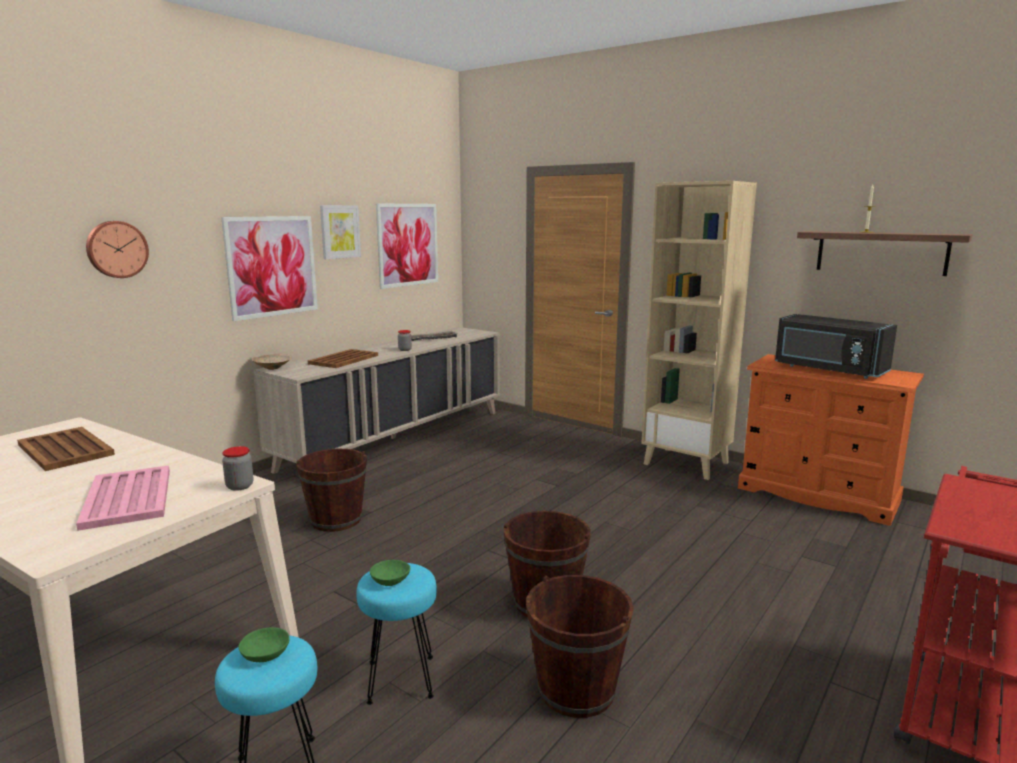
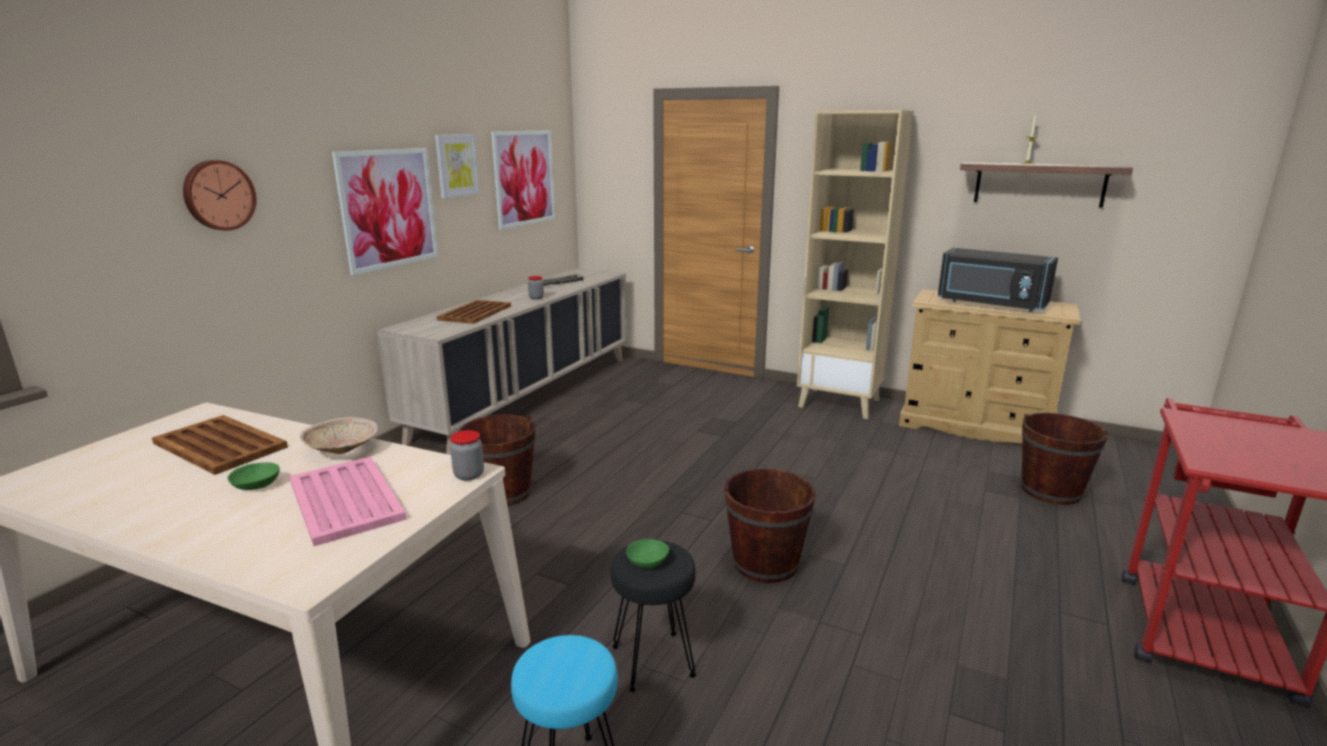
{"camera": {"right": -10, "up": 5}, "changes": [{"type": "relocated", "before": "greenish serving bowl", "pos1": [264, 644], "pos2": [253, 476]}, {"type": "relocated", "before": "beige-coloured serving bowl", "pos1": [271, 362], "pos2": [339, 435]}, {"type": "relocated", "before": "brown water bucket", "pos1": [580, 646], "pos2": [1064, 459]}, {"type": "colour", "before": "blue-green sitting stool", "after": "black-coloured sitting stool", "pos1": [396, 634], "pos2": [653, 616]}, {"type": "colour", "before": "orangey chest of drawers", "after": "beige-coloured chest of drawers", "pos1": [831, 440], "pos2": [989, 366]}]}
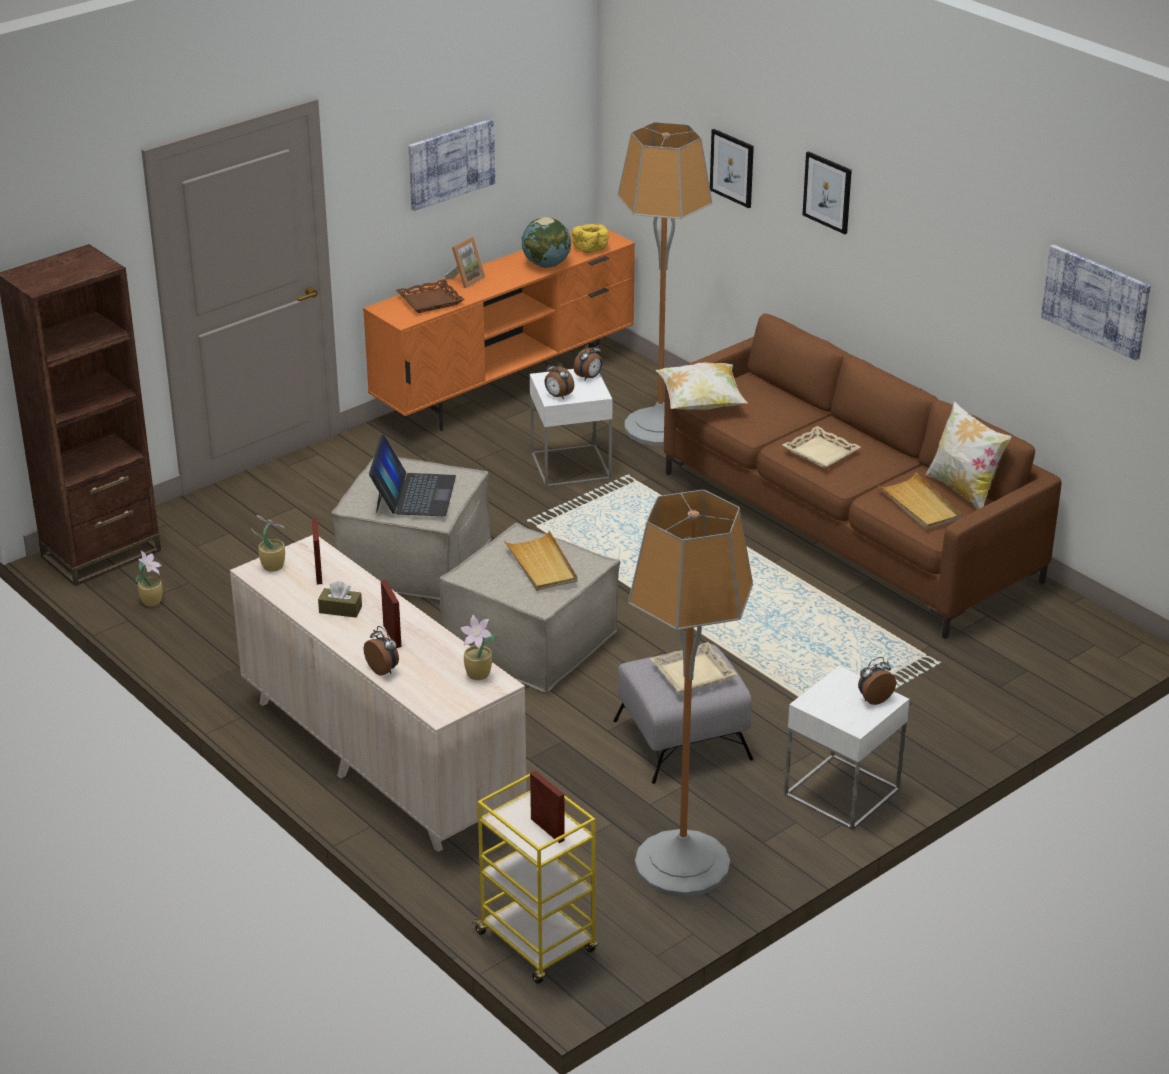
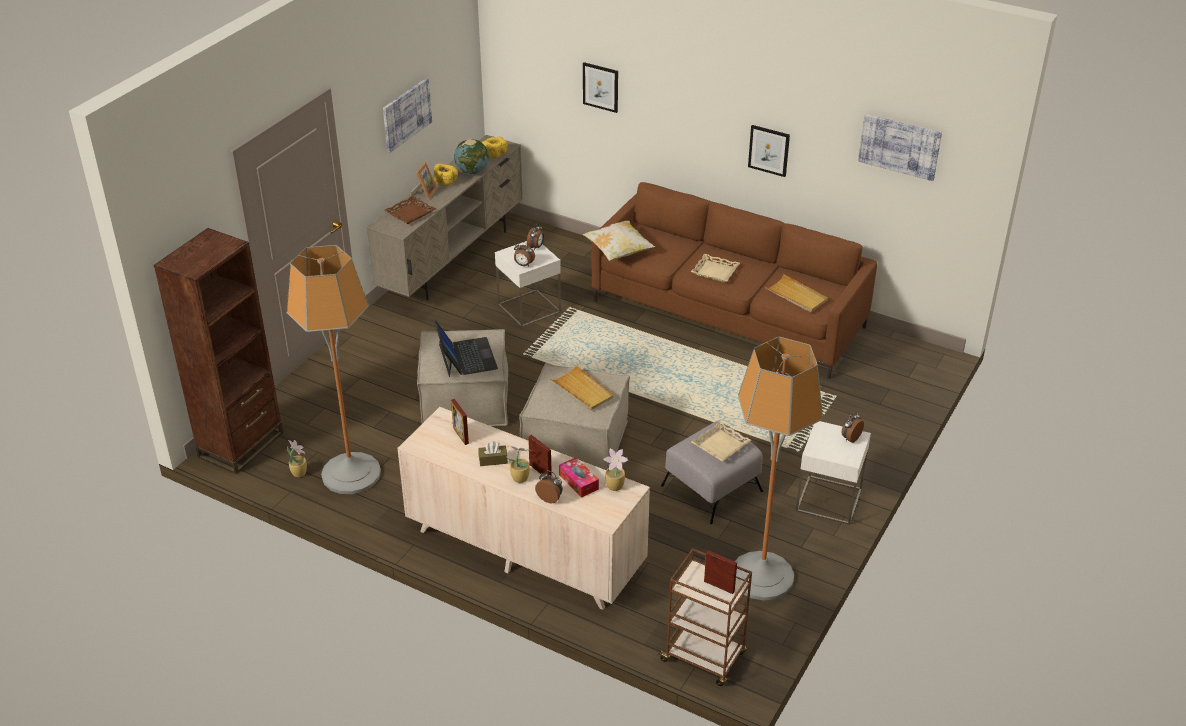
{"camera": {"right": -20, "up": 5}, "changes": [{"type": "missing", "before": "throw pillow", "pos1": [968, 455]}, {"type": "appeared", "after": "yellowish serving bowl", "pos2": [446, 175]}, {"type": "appeared", "after": "tissue box", "pos2": [579, 477]}, {"type": "relocated", "before": "potted plant", "pos1": [268, 543], "pos2": [518, 464]}, {"type": "relocated", "before": "floor lamp", "pos1": [664, 284], "pos2": [334, 369]}, {"type": "relocated", "before": "wall picture", "pos1": [827, 192], "pos2": [769, 151]}, {"type": "colour", "before": "orangey tv stand", "after": "beige-coloured tv stand", "pos1": [499, 327], "pos2": [445, 218]}, {"type": "colour", "before": "yellowish trolley", "after": "brown trolley", "pos1": [535, 879], "pos2": [704, 617]}]}
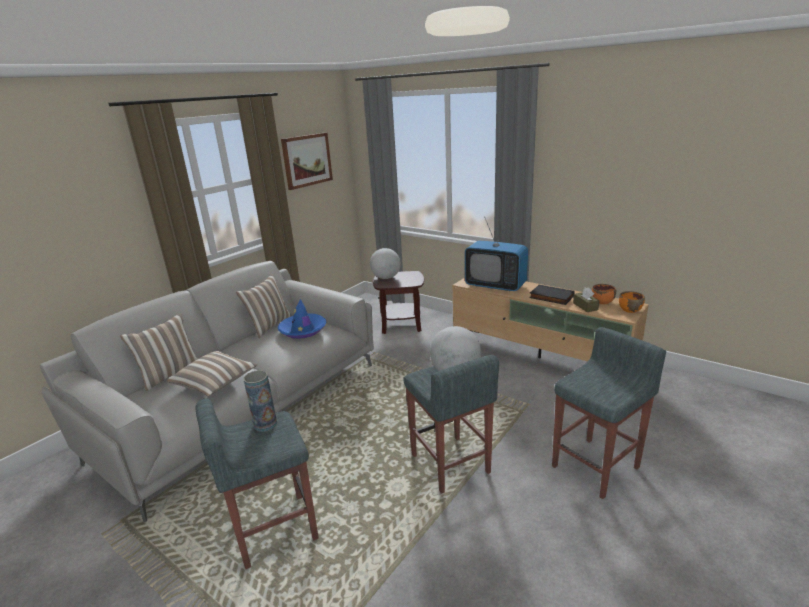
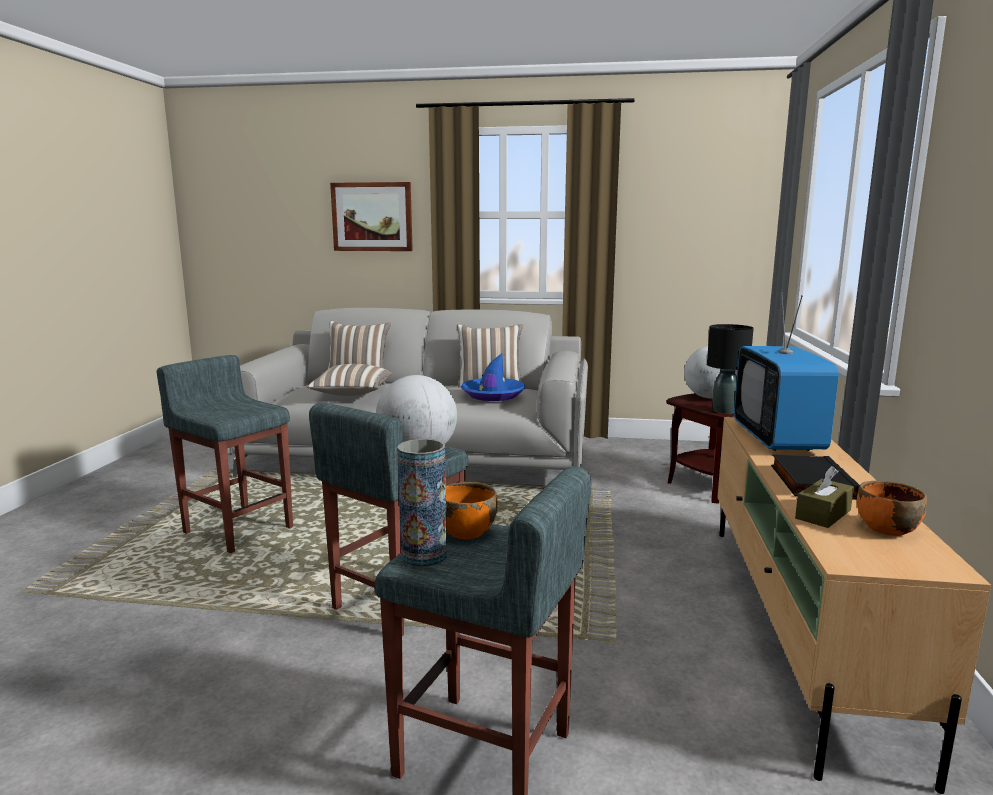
{"camera": {"right": 60, "up": -10}, "changes": [{"type": "appeared", "after": "black-coloured table lamp", "pos2": [730, 369]}, {"type": "relocated", "before": "vase", "pos1": [260, 401], "pos2": [422, 503]}, {"type": "relocated", "before": "wall picture", "pos1": [307, 161], "pos2": [371, 216]}, {"type": "relocated", "before": "orangey serving bowl", "pos1": [632, 302], "pos2": [471, 510]}]}
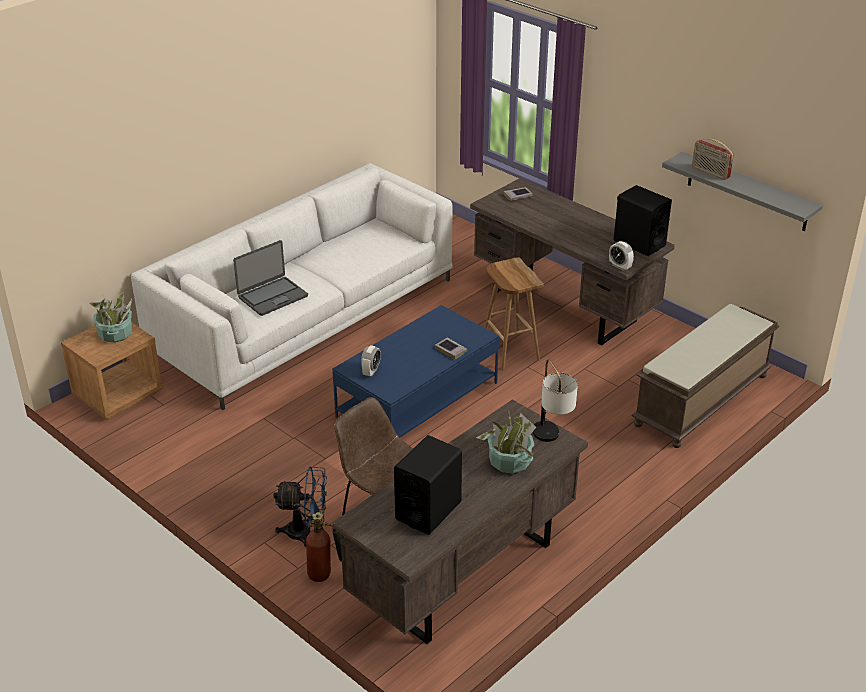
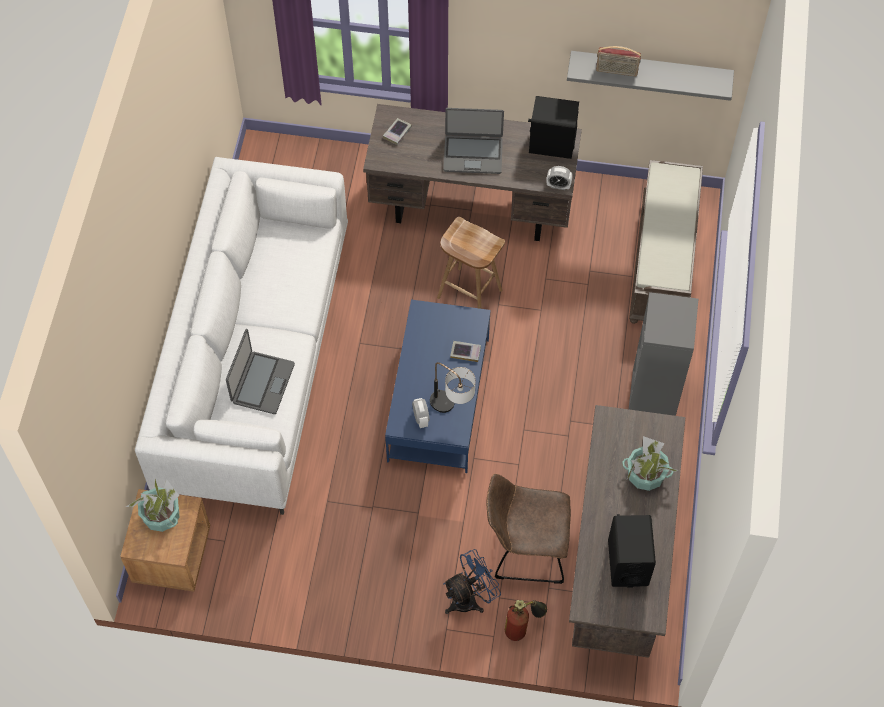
{"camera": {"right": -35, "up": 25}, "changes": [{"type": "appeared", "after": "laptop", "pos2": [473, 141]}, {"type": "appeared", "after": "grey shelving unit", "pos2": [663, 354]}, {"type": "relocated", "before": "table lamp", "pos1": [555, 400], "pos2": [453, 387]}]}
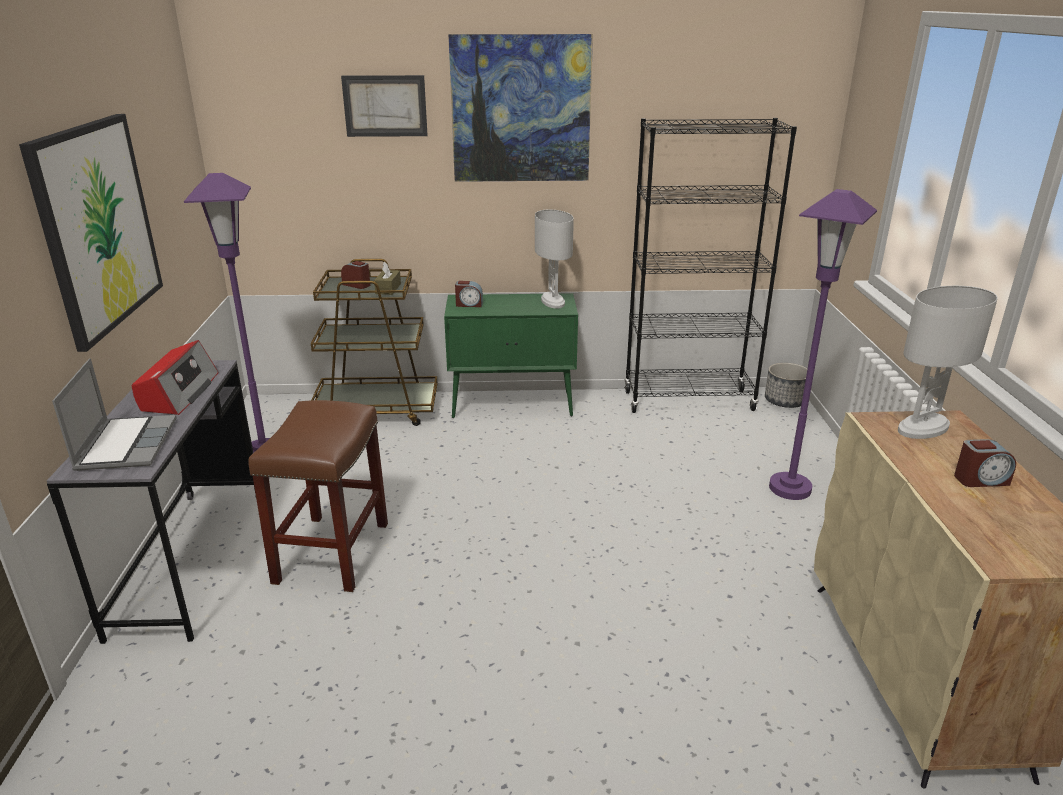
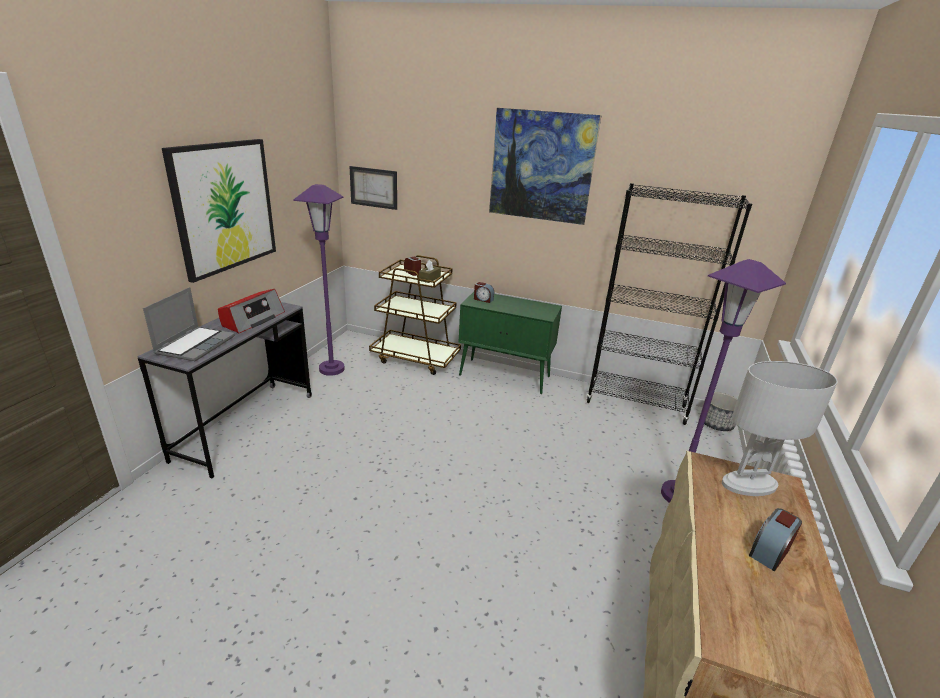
{"camera": {"right": 20, "up": 0}, "changes": [{"type": "missing", "before": "brown sitting stool", "pos1": [318, 496]}, {"type": "missing", "before": "whitish table lamp", "pos1": [554, 259]}, {"type": "relocated", "before": "wall picture", "pos1": [384, 106], "pos2": [373, 188]}, {"type": "spun", "before": "table clock", "pos1": [985, 463], "pos2": [775, 539], "turn": 120}]}
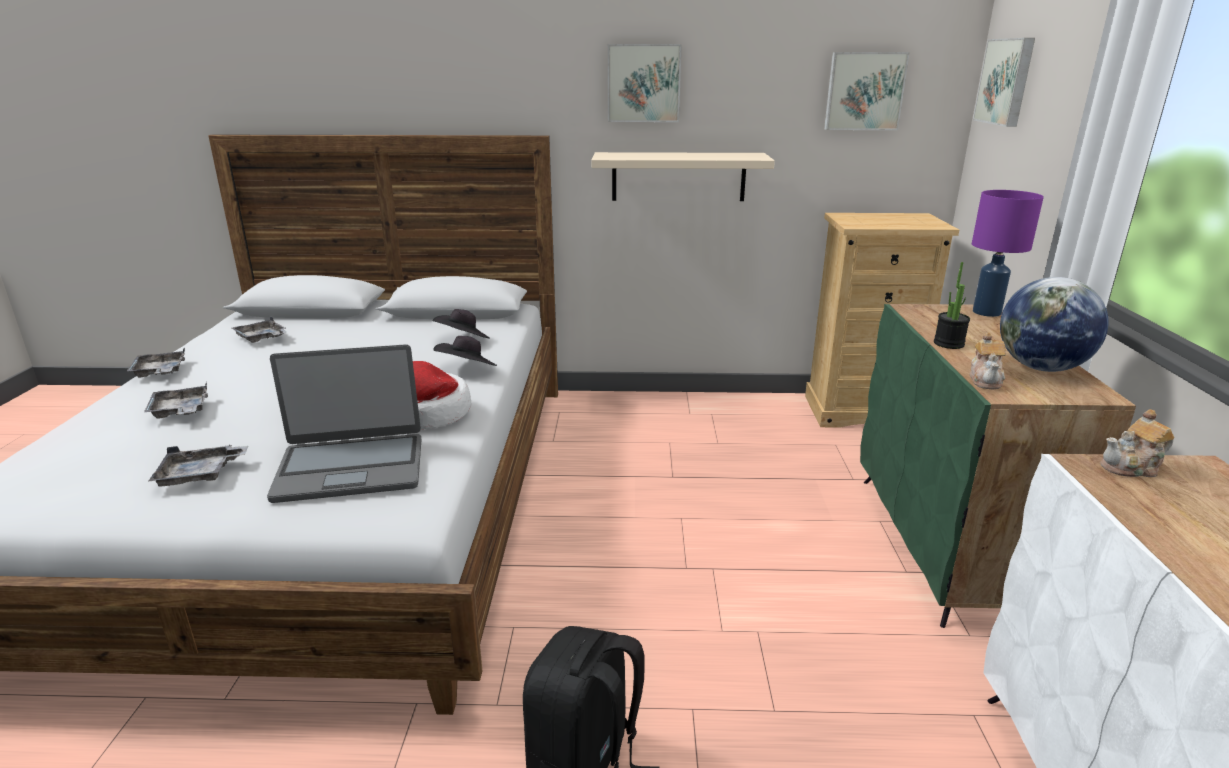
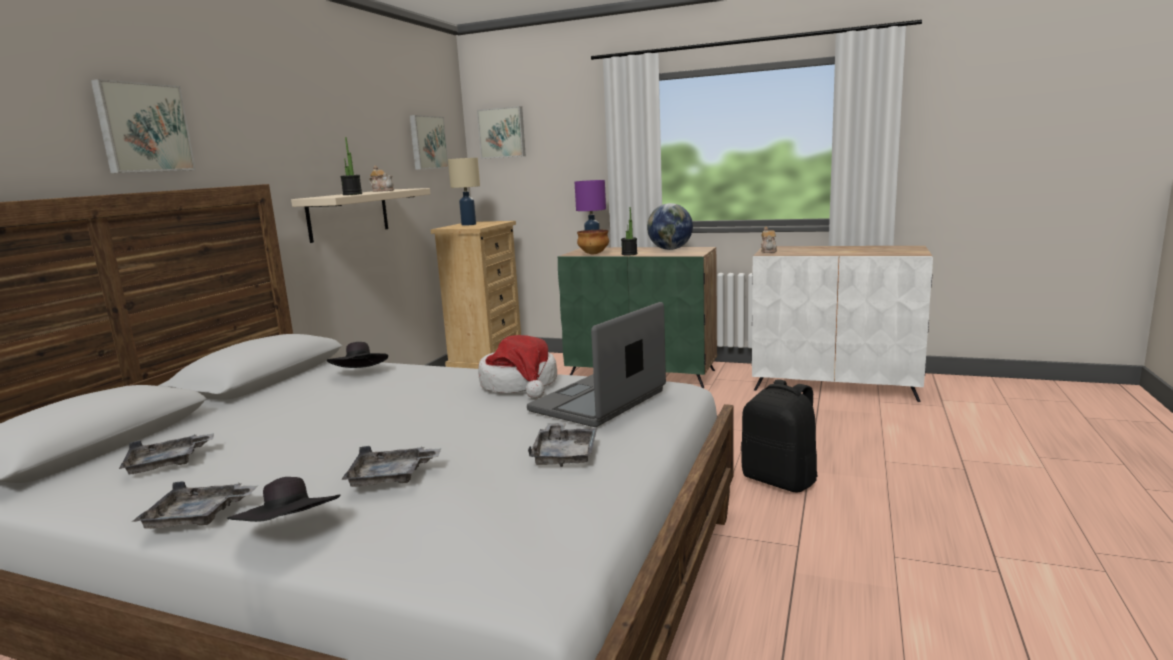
{"camera": {"right": -70, "up": -10}, "changes": [{"type": "appeared", "after": "potted plant", "pos2": [351, 166]}, {"type": "appeared", "after": "beige-coloured table lamp", "pos2": [464, 192]}, {"type": "appeared", "after": "serving bowl", "pos2": [593, 242]}, {"type": "relocated", "before": "black-coloured clothing hat", "pos1": [465, 351], "pos2": [284, 499]}, {"type": "relocated", "before": "wall picture", "pos1": [645, 83], "pos2": [143, 126]}, {"type": "relocated", "before": "pot for tea", "pos1": [987, 361], "pos2": [381, 178]}, {"type": "spun", "before": "laptop", "pos1": [344, 423], "pos2": [596, 364], "turn": -150}]}
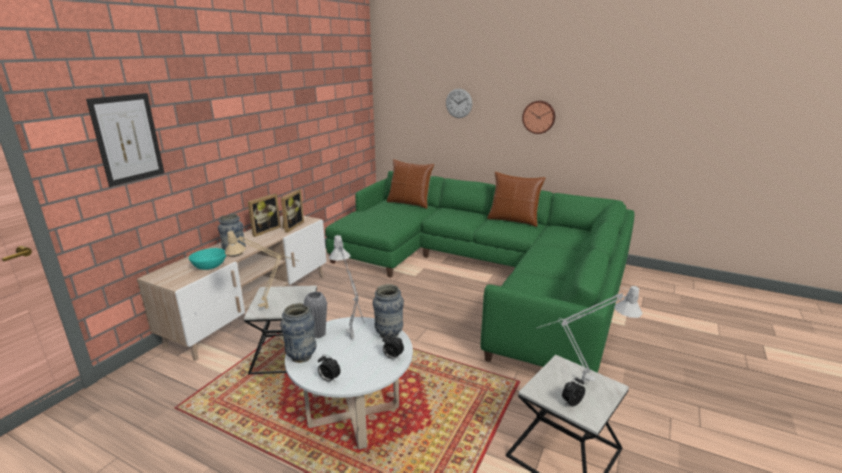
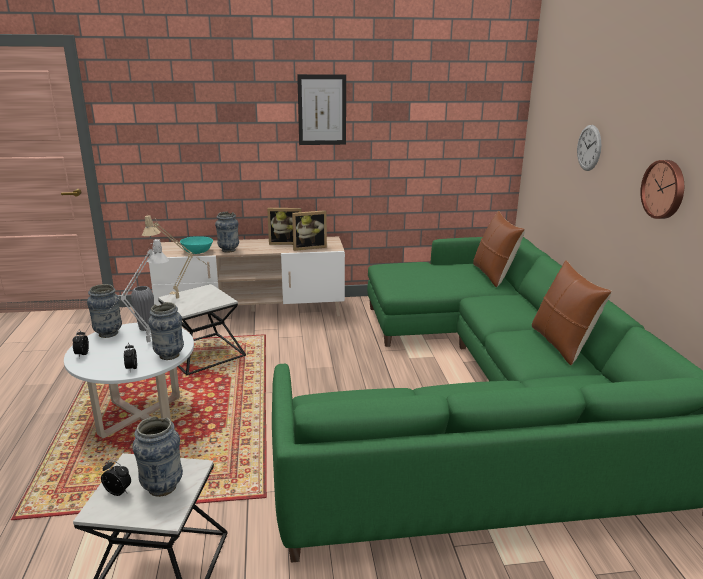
{"camera": {"right": 55, "up": 0}, "changes": [{"type": "relocated", "before": "wall picture", "pos1": [125, 140], "pos2": [321, 109]}, {"type": "exchanged", "before": "grey table lamp", "after": "vase", "pos1": [590, 334], "pos2": [157, 456]}]}
